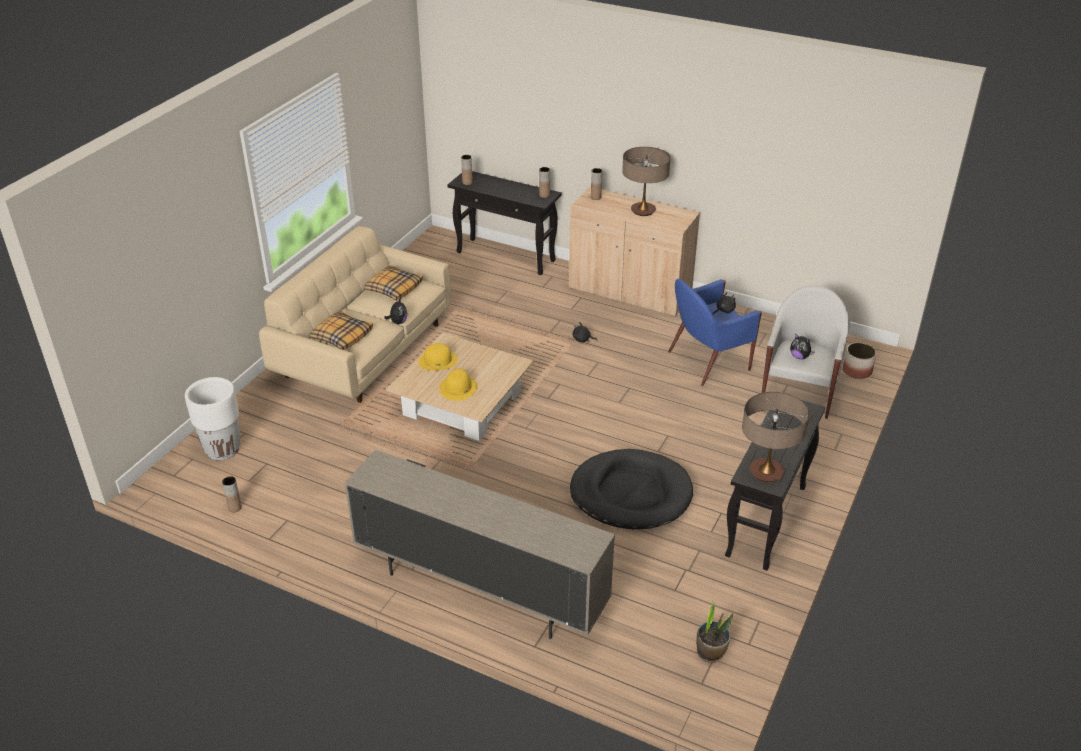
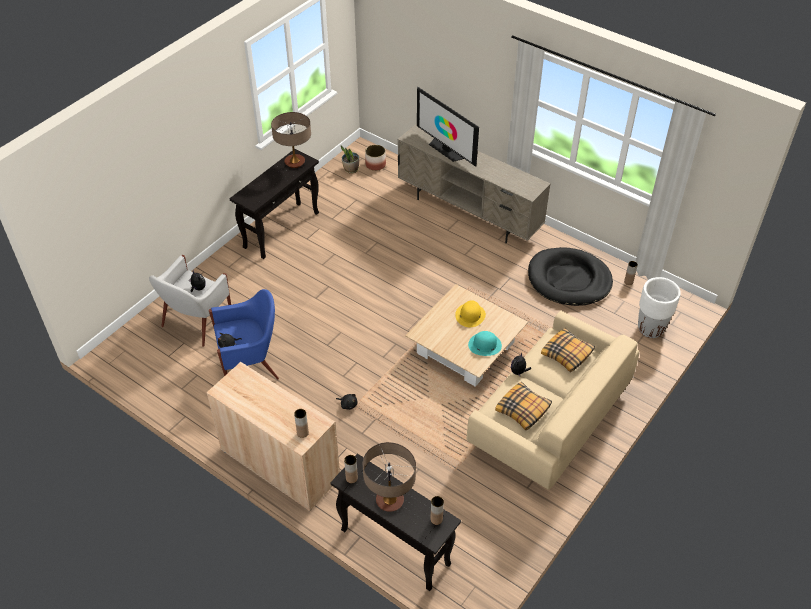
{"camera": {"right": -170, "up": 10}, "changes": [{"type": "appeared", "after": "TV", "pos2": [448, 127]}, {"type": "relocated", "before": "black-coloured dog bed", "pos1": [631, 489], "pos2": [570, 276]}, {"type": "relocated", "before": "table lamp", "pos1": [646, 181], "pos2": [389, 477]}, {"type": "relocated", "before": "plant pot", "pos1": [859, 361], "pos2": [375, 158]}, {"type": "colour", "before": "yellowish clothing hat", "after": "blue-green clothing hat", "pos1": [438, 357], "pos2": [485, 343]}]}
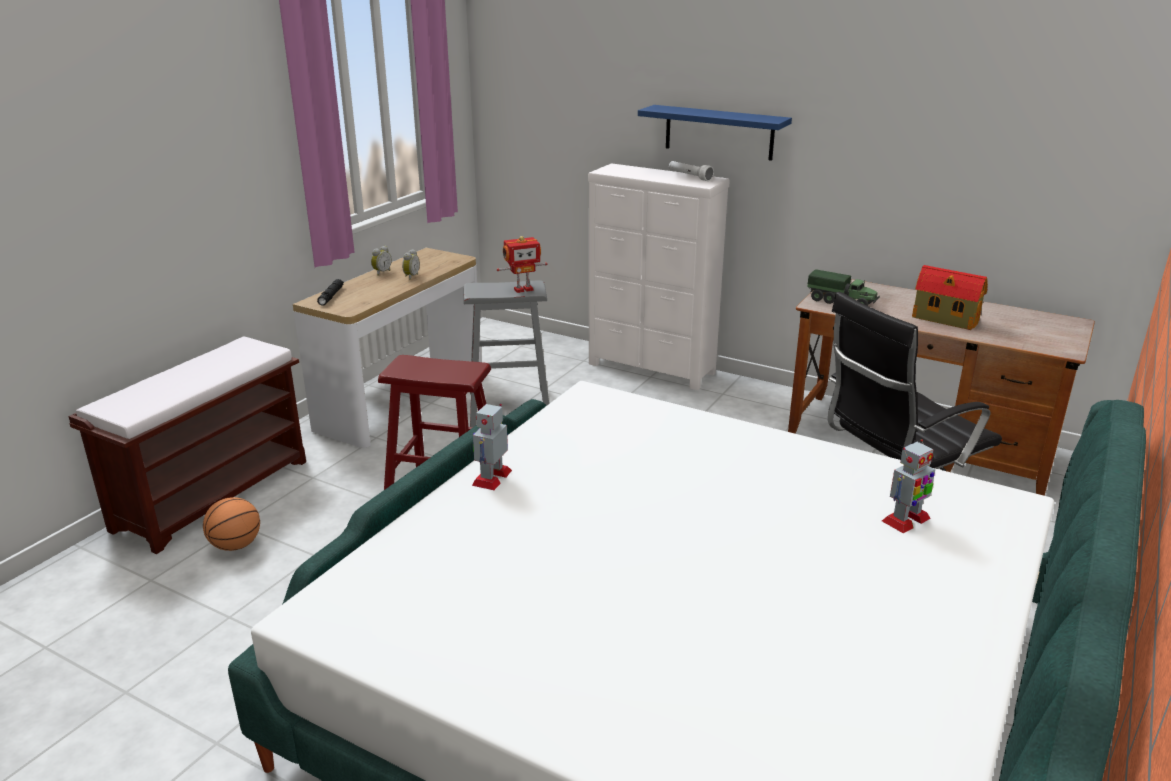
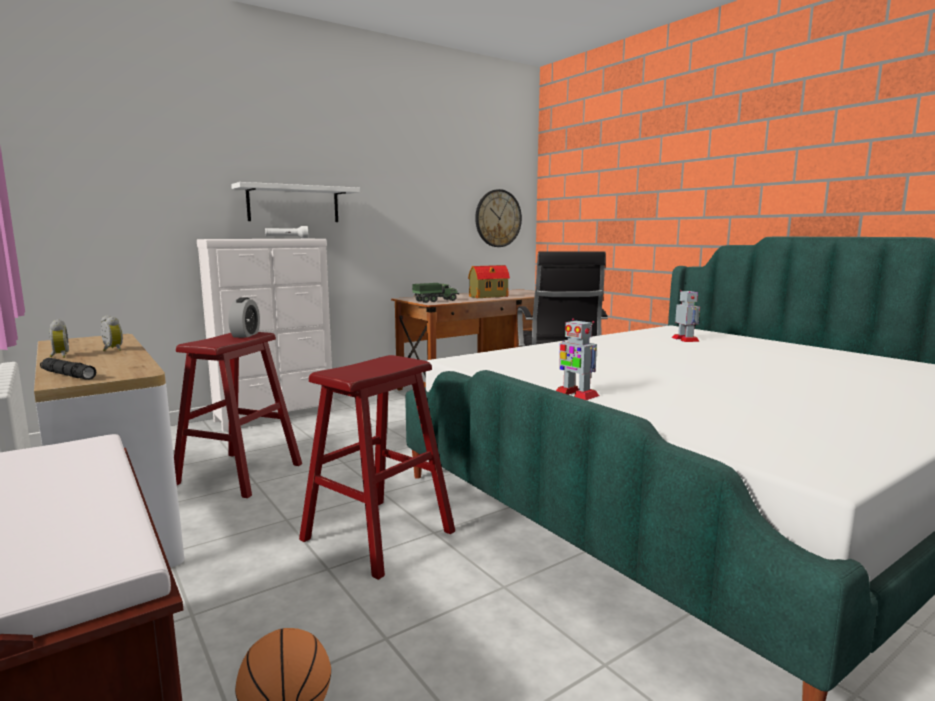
{"camera": {"right": -65, "up": -15}, "changes": [{"type": "appeared", "after": "clock on the wall", "pos2": [498, 218]}, {"type": "exchanged", "before": "robot figure", "after": "table clock", "pos1": [522, 264], "pos2": [244, 317]}, {"type": "colour", "before": "grey sitting stool", "after": "reddish sitting stool", "pos1": [506, 353], "pos2": [238, 415]}, {"type": "colour", "before": "bluish shelf", "after": "whitish shelf", "pos1": [715, 133], "pos2": [295, 202]}]}
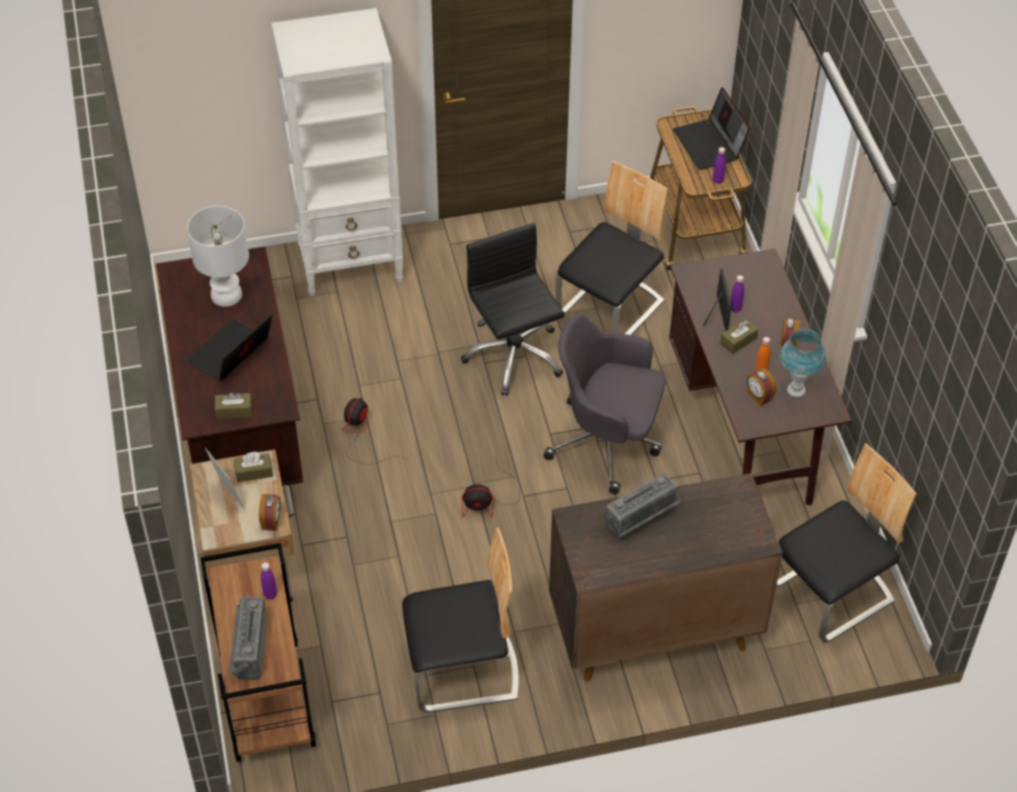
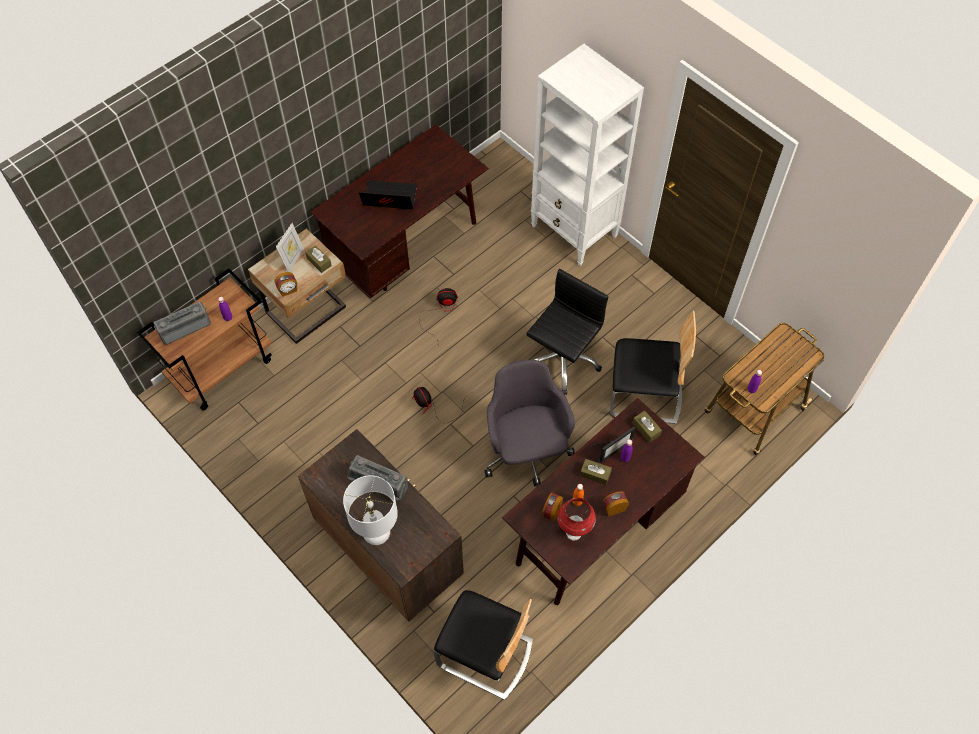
{"camera": {"right": 60, "up": 10}, "changes": [{"type": "missing", "before": "plain chair", "pos1": [460, 620]}, {"type": "missing", "before": "laptop", "pos1": [711, 128]}, {"type": "relocated", "before": "whitish table lamp", "pos1": [218, 256], "pos2": [370, 510]}, {"type": "relocated", "before": "brown tissue box", "pos1": [233, 406], "pos2": [647, 427]}, {"type": "colour", "before": "bluish table lamp", "after": "reddish table lamp", "pos1": [802, 363], "pos2": [576, 519]}]}
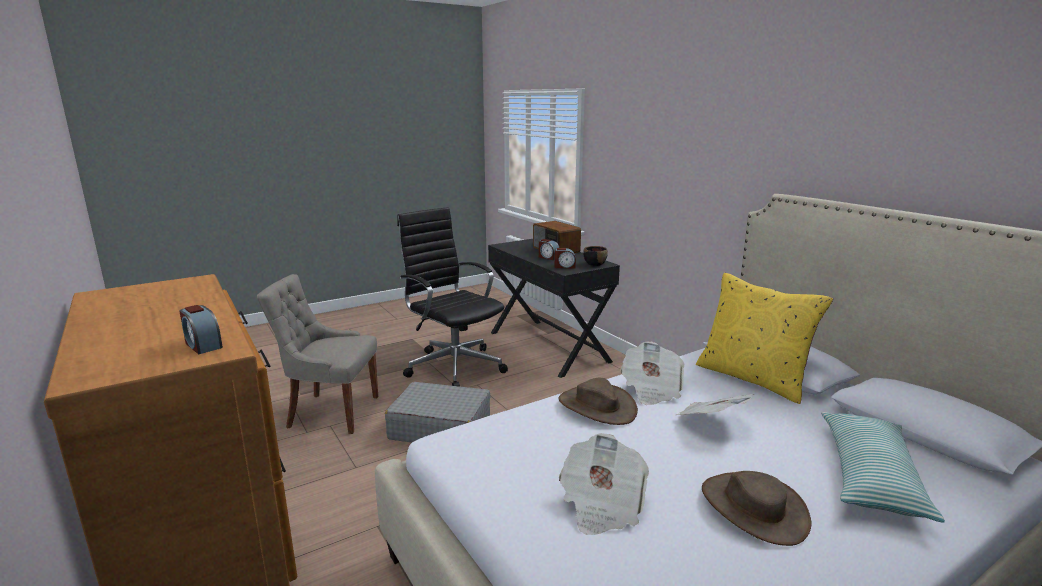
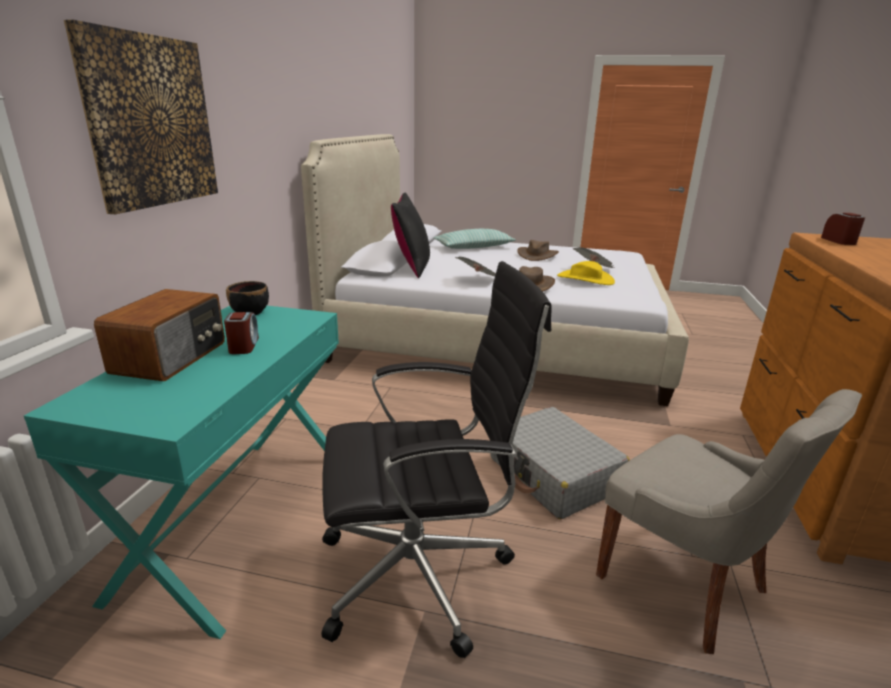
{"camera": {"right": -135, "up": 5}, "changes": [{"type": "missing", "before": "table clock", "pos1": [565, 258]}, {"type": "missing", "before": "newspaper", "pos1": [715, 404]}, {"type": "appeared", "after": "wall picture", "pos2": [141, 116]}, {"type": "appeared", "after": "yellowish clothing hat", "pos2": [586, 273]}, {"type": "colour", "before": "black-coloured desk unit", "after": "blue-green desk unit", "pos1": [554, 308], "pos2": [181, 472]}, {"type": "colour", "before": "yellowish throw pillow", "after": "black-coloured throw pillow", "pos1": [764, 338], "pos2": [410, 235]}, {"type": "spun", "before": "black-coloured office chair", "pos1": [452, 297], "pos2": [437, 459], "turn": -105}]}
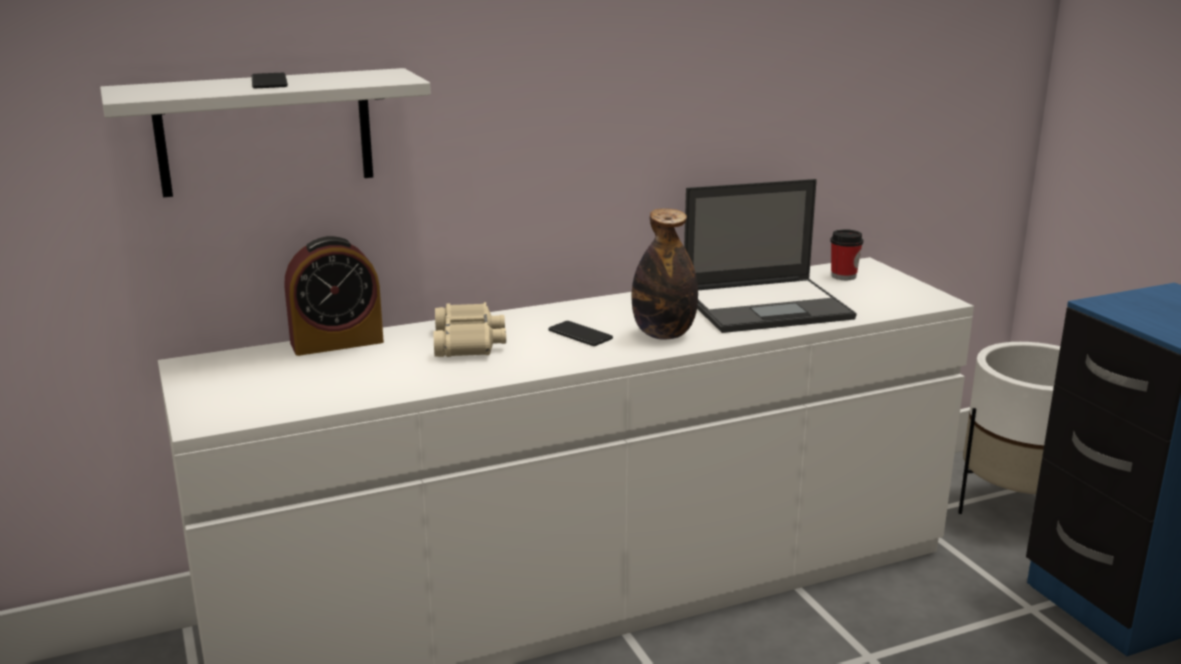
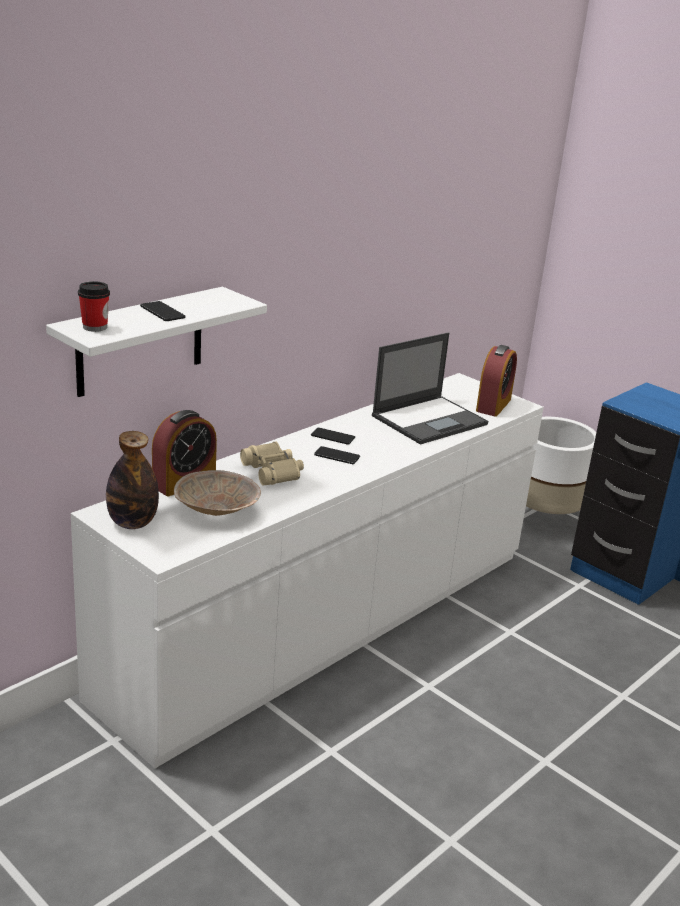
{"camera": {"right": -25, "up": 5}, "changes": [{"type": "appeared", "after": "beige-coloured serving bowl", "pos2": [217, 493]}, {"type": "appeared", "after": "telephone", "pos2": [333, 436]}, {"type": "appeared", "after": "table clock", "pos2": [496, 381]}, {"type": "relocated", "before": "beverage bottle", "pos1": [664, 273], "pos2": [132, 480]}, {"type": "relocated", "before": "drinking cup", "pos1": [846, 254], "pos2": [94, 306]}]}
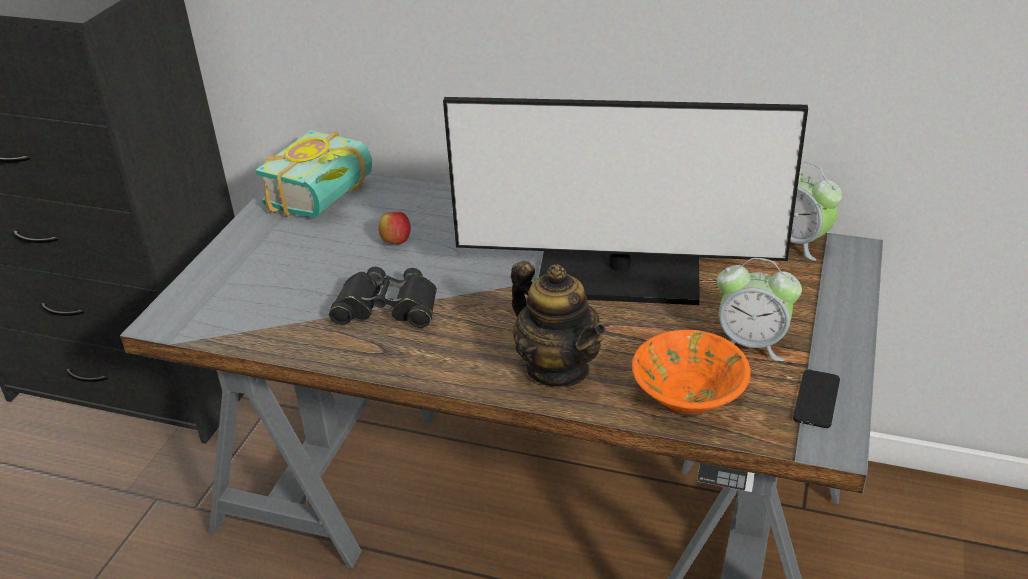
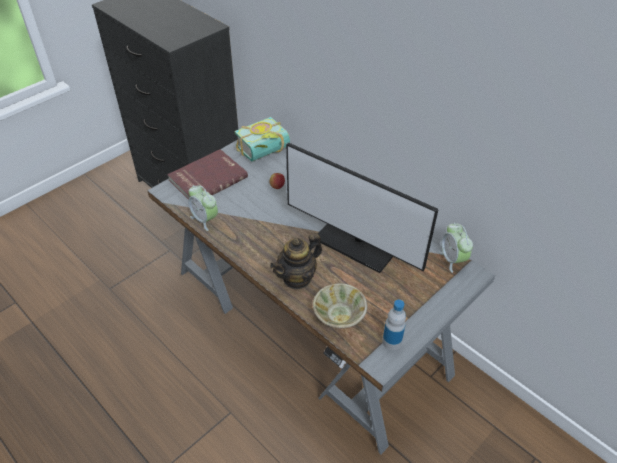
{"camera": {"right": 25, "up": 10}, "changes": [{"type": "missing", "before": "black-coloured field glasses", "pos1": [383, 297]}, {"type": "appeared", "after": "reddish bound book", "pos2": [207, 174]}, {"type": "relocated", "before": "table clock", "pos1": [759, 309], "pos2": [203, 208]}, {"type": "exchanged", "before": "telephone", "after": "beverage bottle", "pos1": [816, 398], "pos2": [394, 325]}, {"type": "colour", "before": "orangey serving bowl", "after": "beige-coloured serving bowl", "pos1": [691, 373], "pos2": [340, 305]}, {"type": "spun", "before": "pot for tea", "pos1": [558, 324], "pos2": [296, 261], "turn": 60}]}
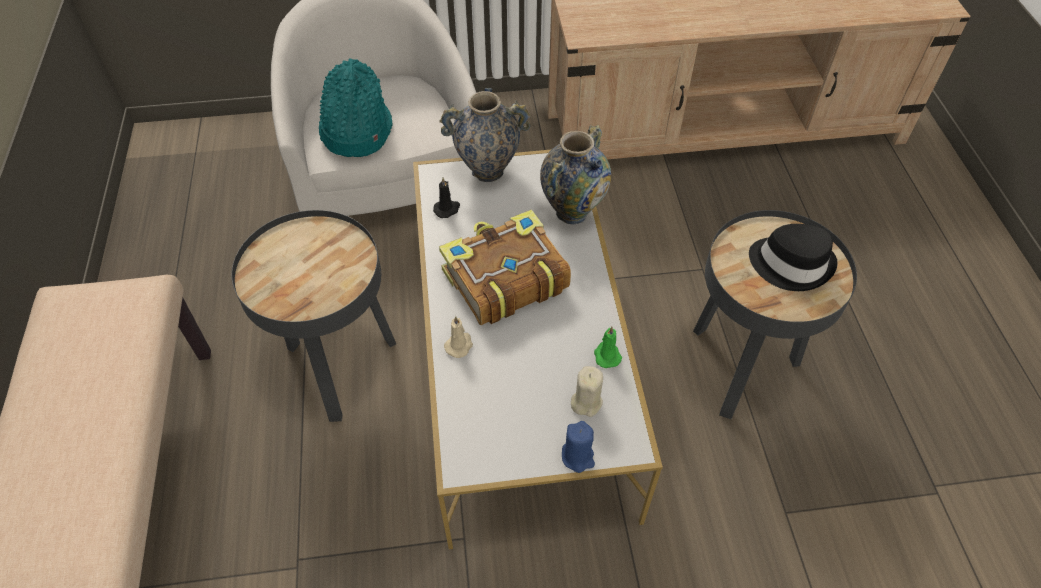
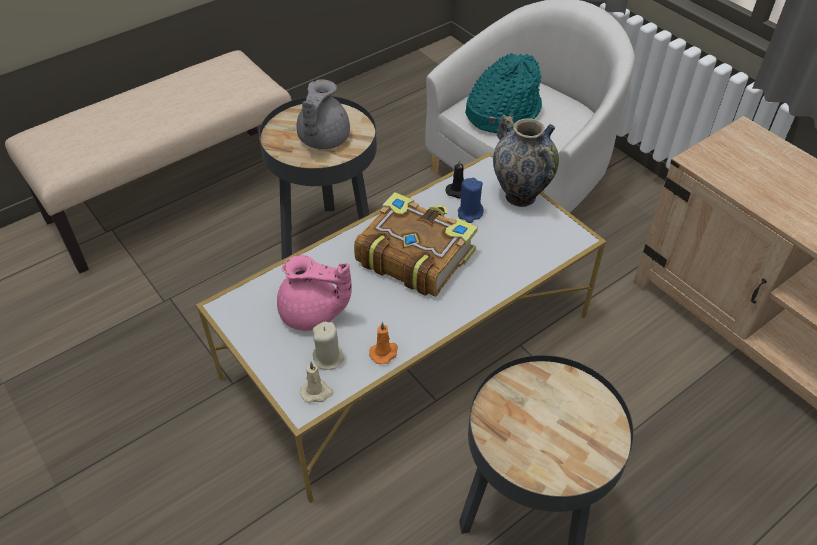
{"camera": {"right": 60, "up": -5}, "changes": [{"type": "missing", "before": "vase", "pos1": [575, 175]}, {"type": "missing", "before": "black-coloured clothing hat", "pos1": [793, 257]}, {"type": "appeared", "after": "pinkish pot for tea", "pos2": [314, 293]}, {"type": "appeared", "after": "grey pot for tea", "pos2": [323, 114]}, {"type": "relocated", "before": "beige-coloured wax light", "pos1": [458, 337], "pos2": [317, 382]}, {"type": "relocated", "before": "bluish wax light", "pos1": [578, 447], "pos2": [470, 200]}, {"type": "colour", "before": "greenish wax light", "after": "orangey wax light", "pos1": [608, 347], "pos2": [383, 343]}]}
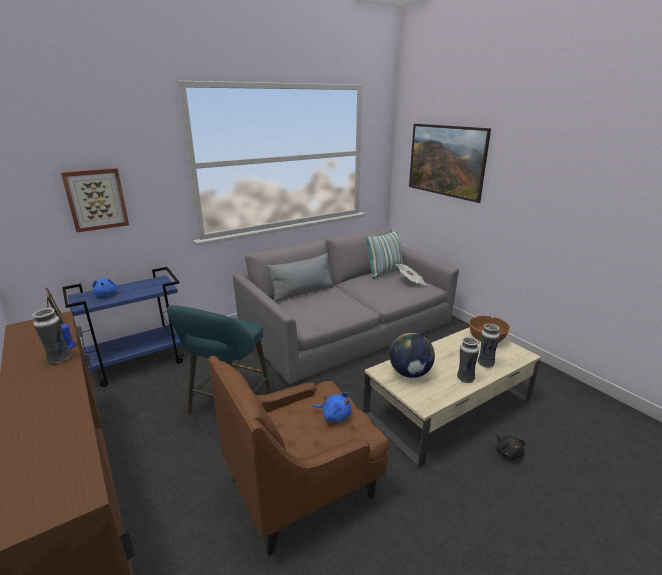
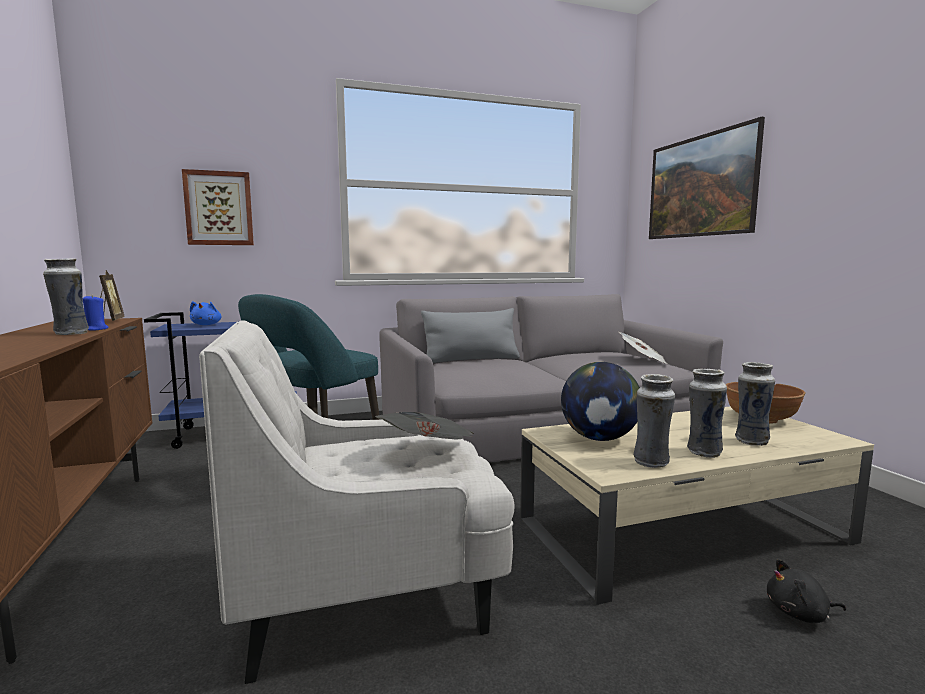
{"camera": {"right": 15, "up": -15}, "changes": [{"type": "missing", "before": "throw pillow", "pos1": [384, 254]}, {"type": "appeared", "after": "vase", "pos2": [654, 421]}, {"type": "exchanged", "before": "bluish plush toy", "after": "newspaper", "pos1": [332, 407], "pos2": [424, 426]}, {"type": "colour", "before": "brown easy chair", "after": "whitish easy chair", "pos1": [299, 456], "pos2": [357, 502]}, {"type": "spun", "before": "black-coloured plush toy", "pos1": [510, 447], "pos2": [806, 591], "turn": 90}]}
